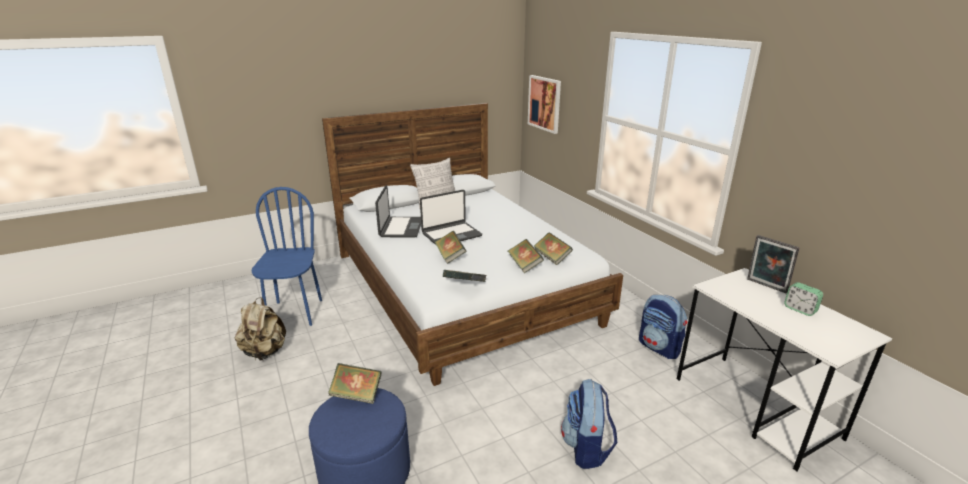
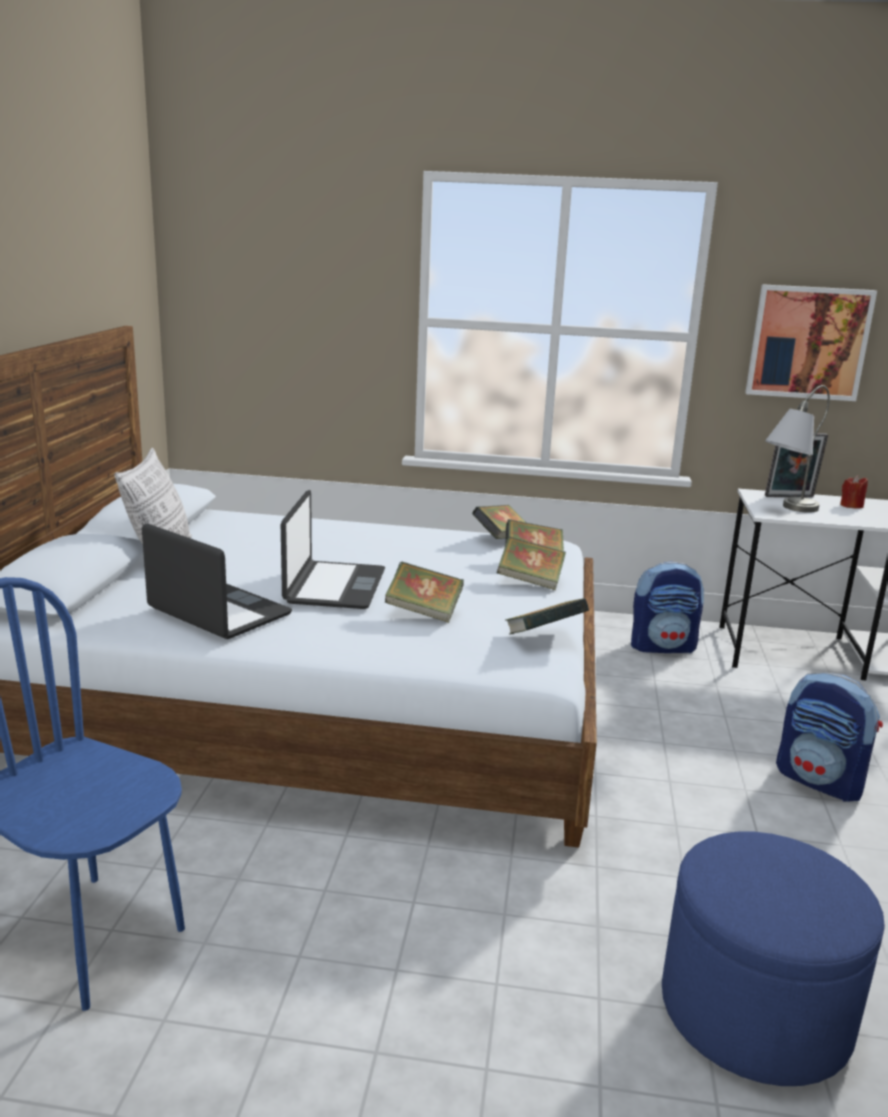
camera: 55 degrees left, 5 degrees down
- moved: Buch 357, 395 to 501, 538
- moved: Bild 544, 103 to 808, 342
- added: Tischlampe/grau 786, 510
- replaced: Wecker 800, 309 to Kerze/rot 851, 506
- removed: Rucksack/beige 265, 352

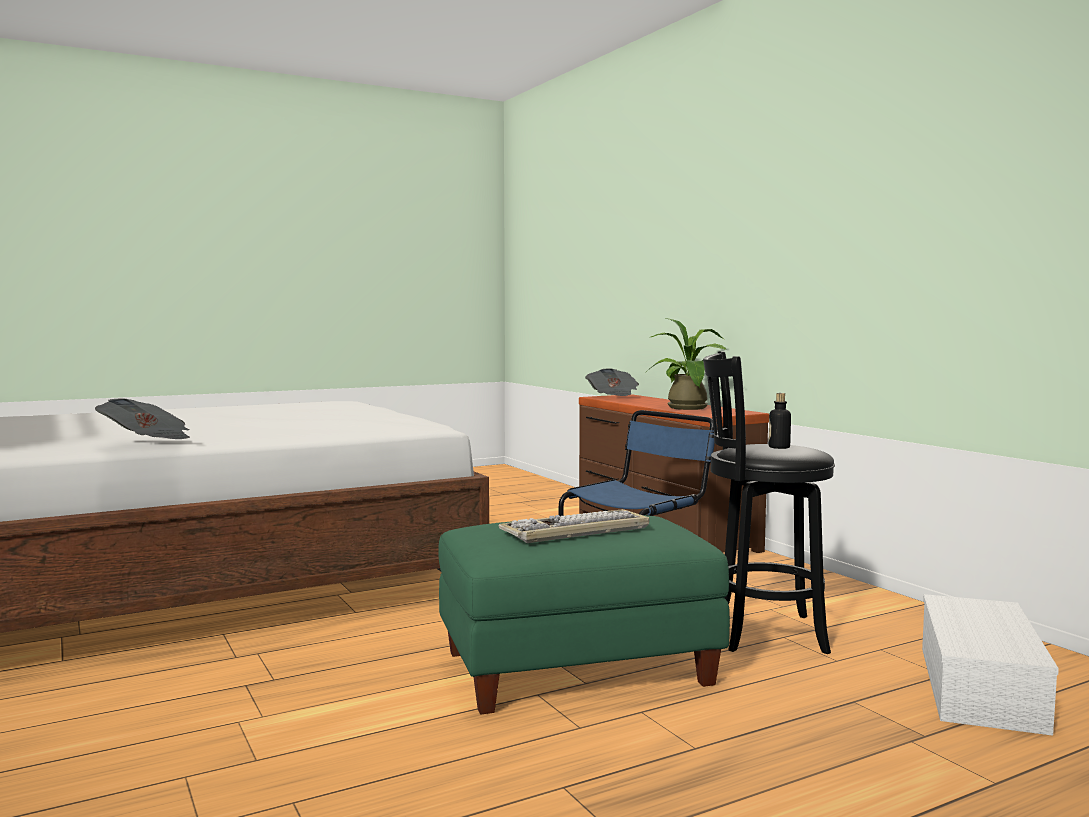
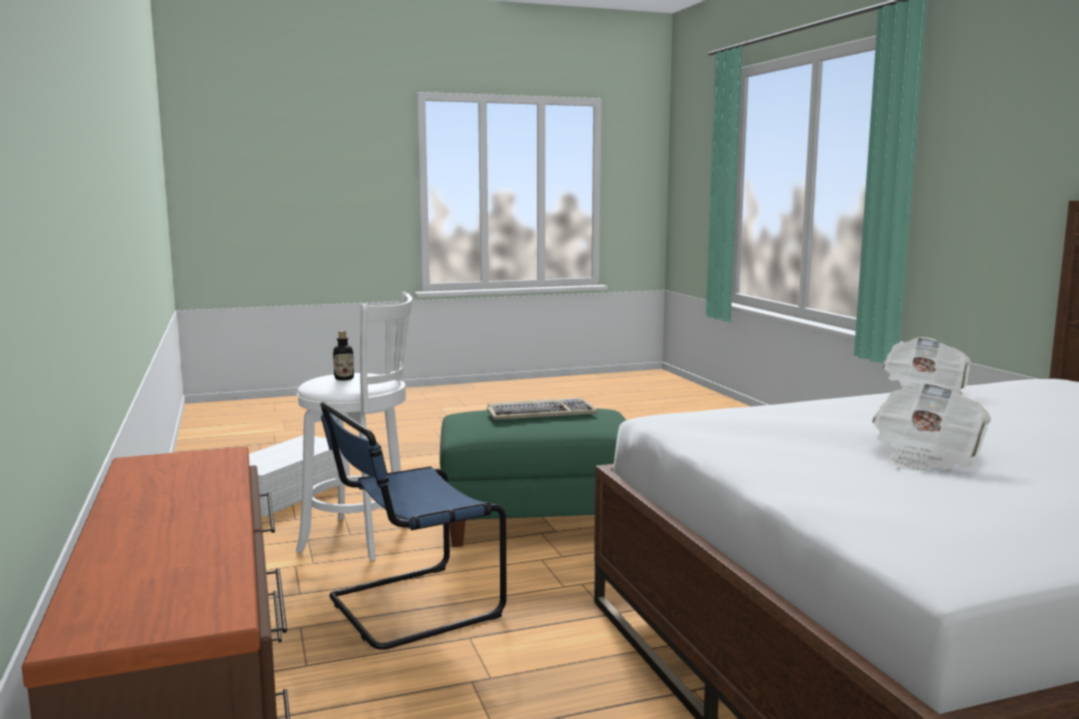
camera: 170 degrees left, 5 degrees up
- recoloured: Hocker/schwarz 761, 632 to Hocker/weiß 361, 539
- moved: Zeitung 613, 398 to 925, 456
- removed: Topfpflanze 689, 408

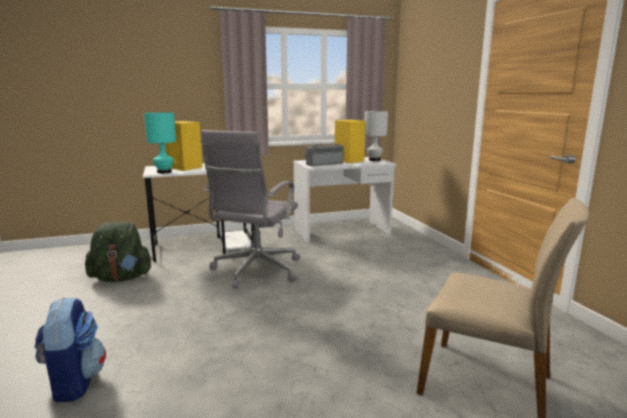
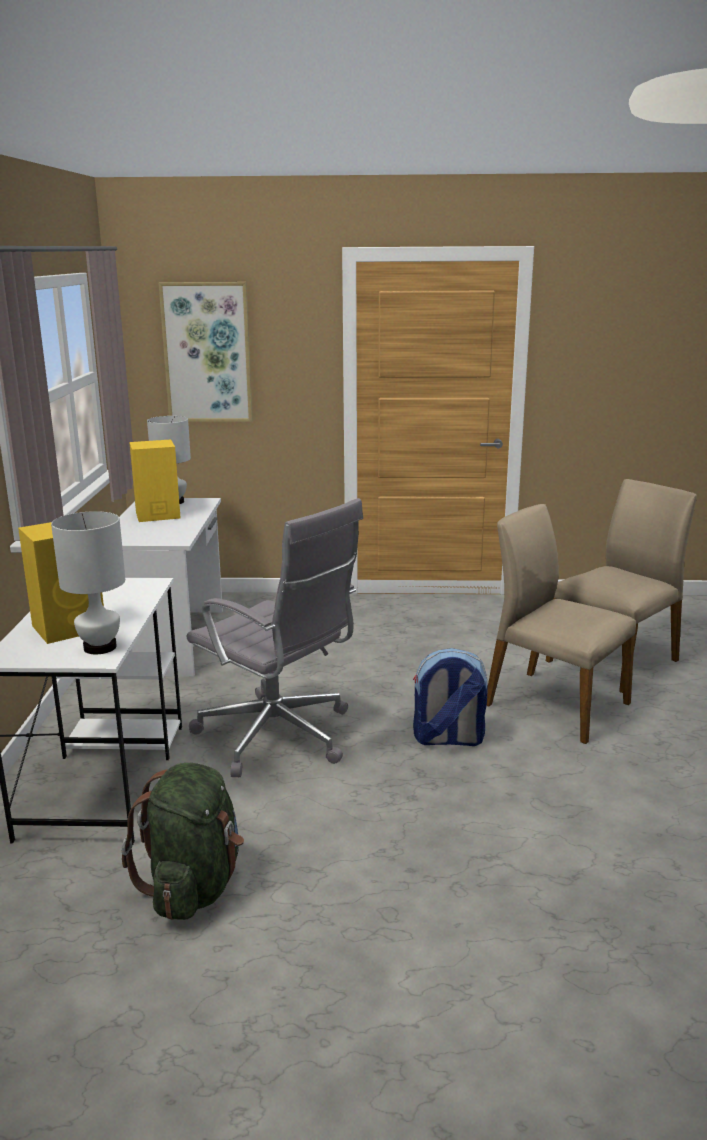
camera: 70 degrees left, 5 degrees up
- recoloured: Tischlampe/türkis 164, 172 to Tischlampe/weiß 100, 647
- added: Bild 207, 353
- moved: Rucksack 74, 382 to 448, 739
- added: Stuhl/beige 554, 704
- removed: Radio 323, 164

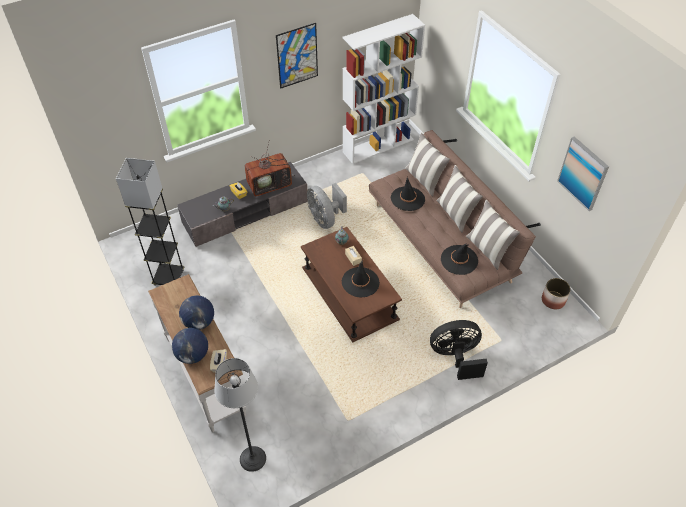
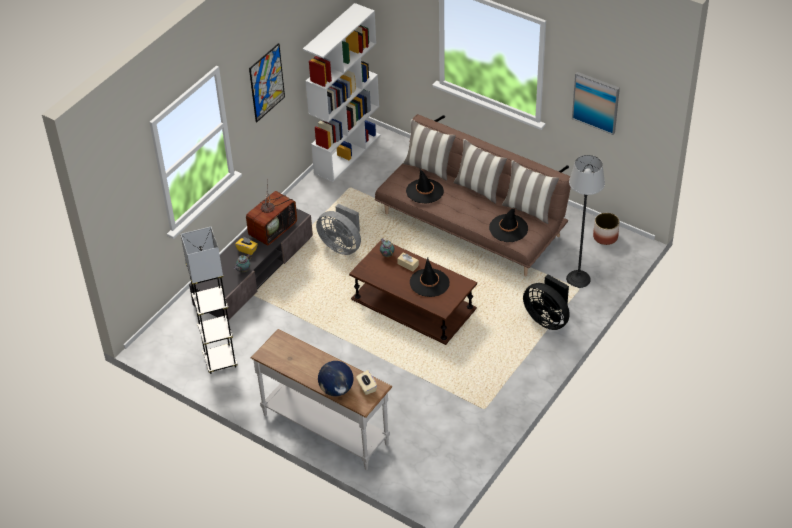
camera: 25 degrees left, 5 degrees down
- turned: Ventilator/schwarz 456, 357 = 547, 319 105 degrees counterclockwise
- moved: Stehlampe 252, 458 to 578, 279
- removed: Globus 199, 322

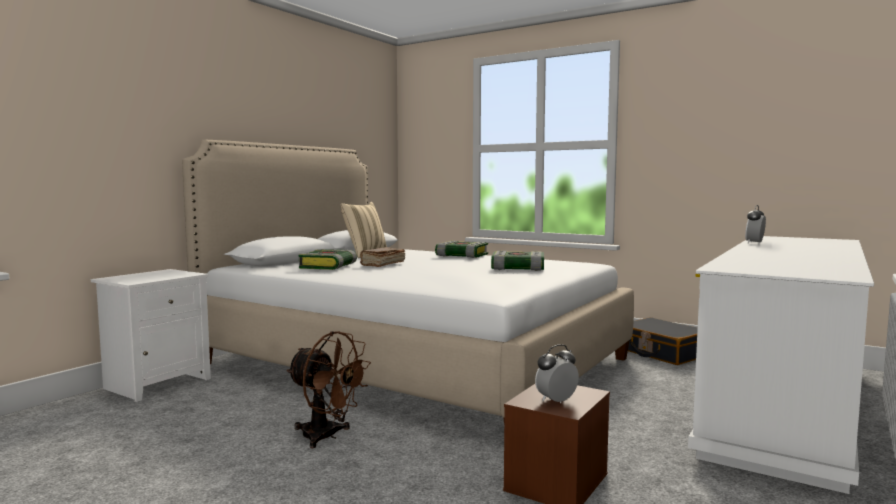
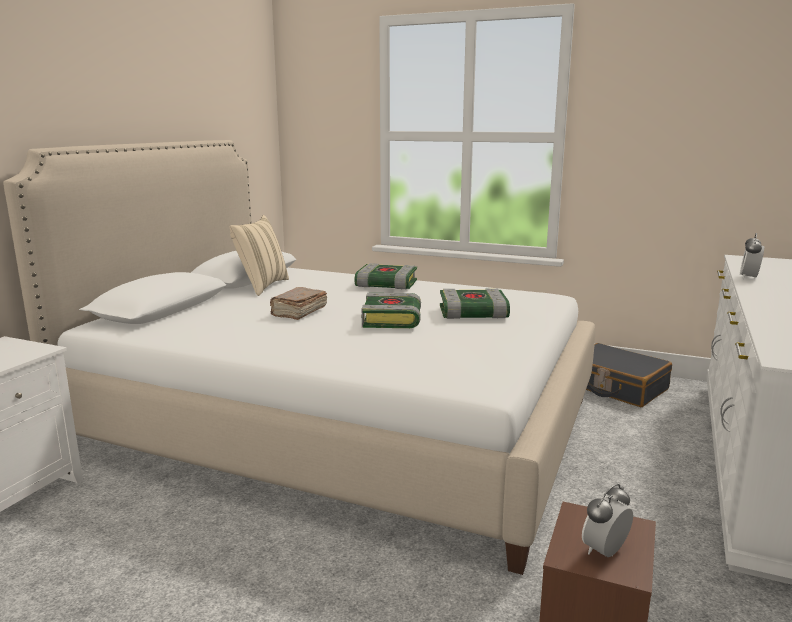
camera: 10 degrees left, 10 degrees up
- moved: Buch 328, 267 to 393, 320
- removed: Ventilator/braun 327, 436

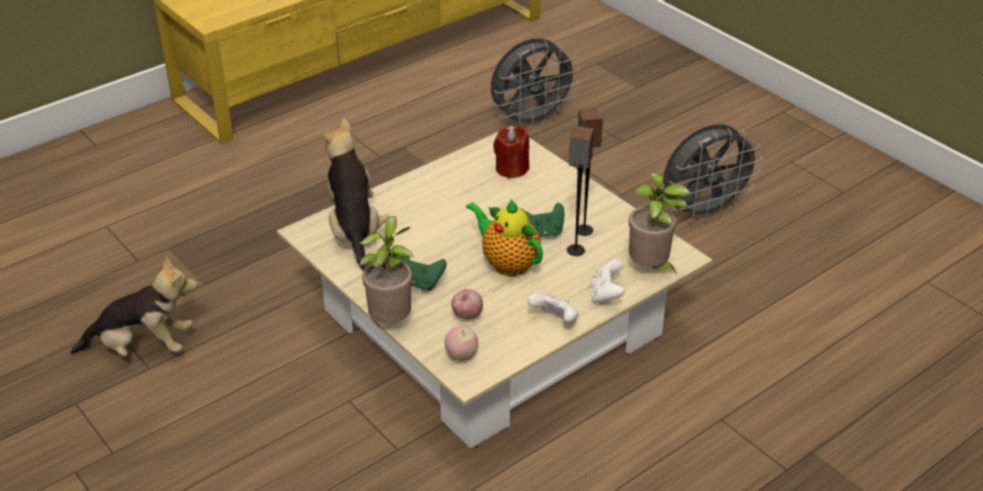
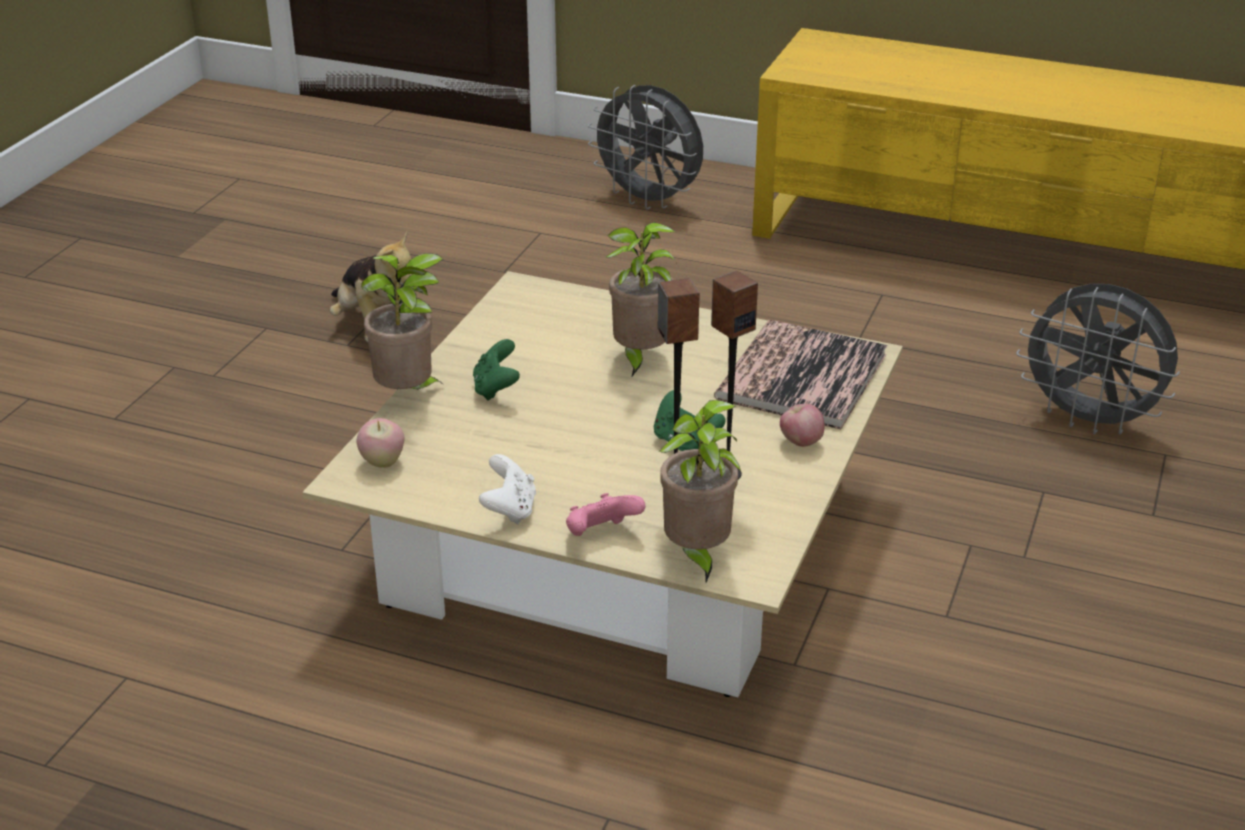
camera: 60 degrees right, 5 degrees down
- recoloured: Gamepad/weiß 606, 295 to Gamepad/rosa 601, 535
- moved: Ventilator/grau 703, 212 to 649, 201
- added: Topfpflanze 639, 358
- replaced: Kerze/rot 511, 169 to Buch 802, 376
- moved: Apfel 467, 316 to 800, 442
- removed: Plüschtier 355, 232
- removed: Teekanne 507, 263

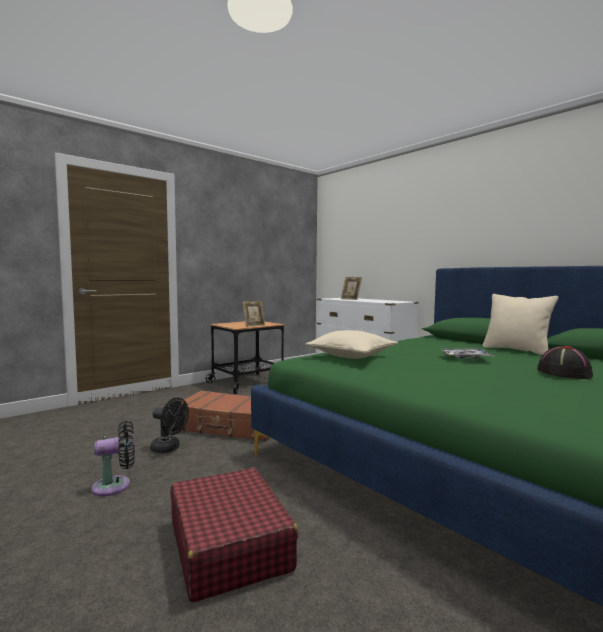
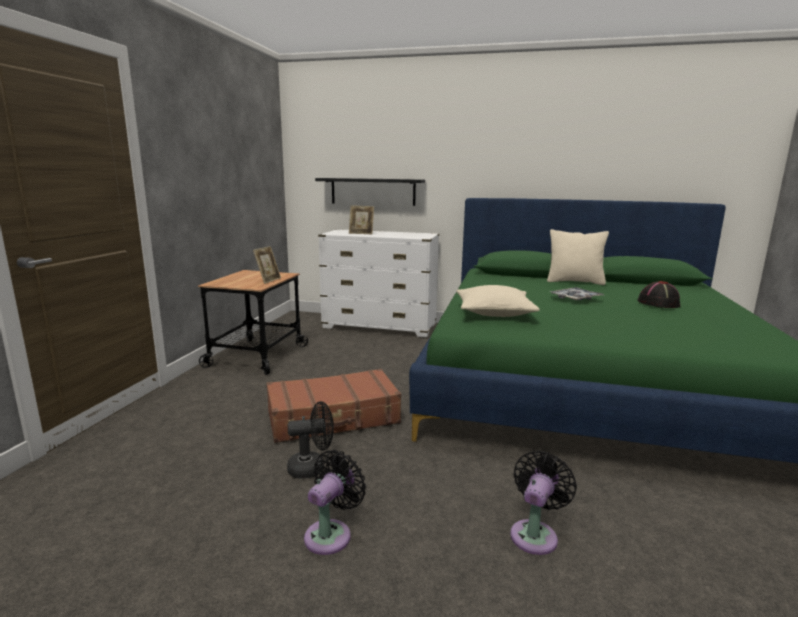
camera: 35 degrees left, 10 degrees up
- added: Wandregal/schwarz 373, 191
- replaced: Koffer/rot 229, 544 to Ventilator/schwarz 535, 534

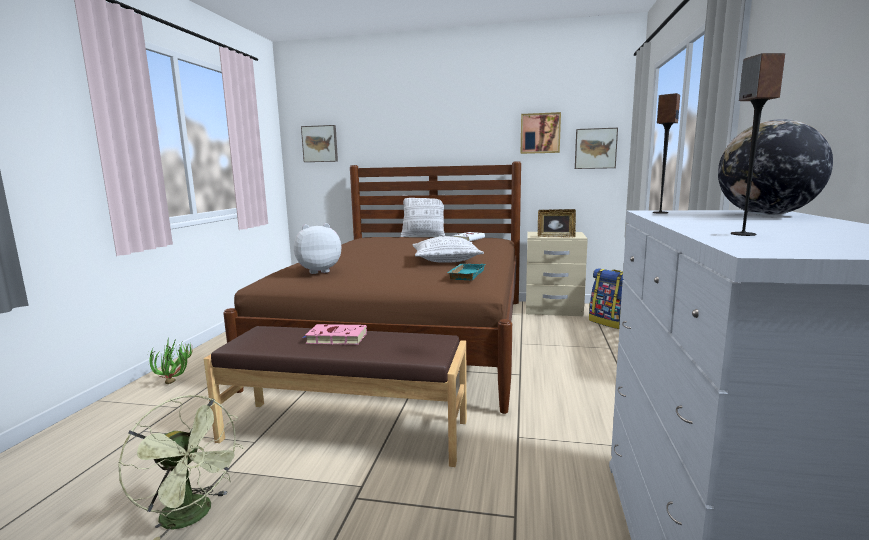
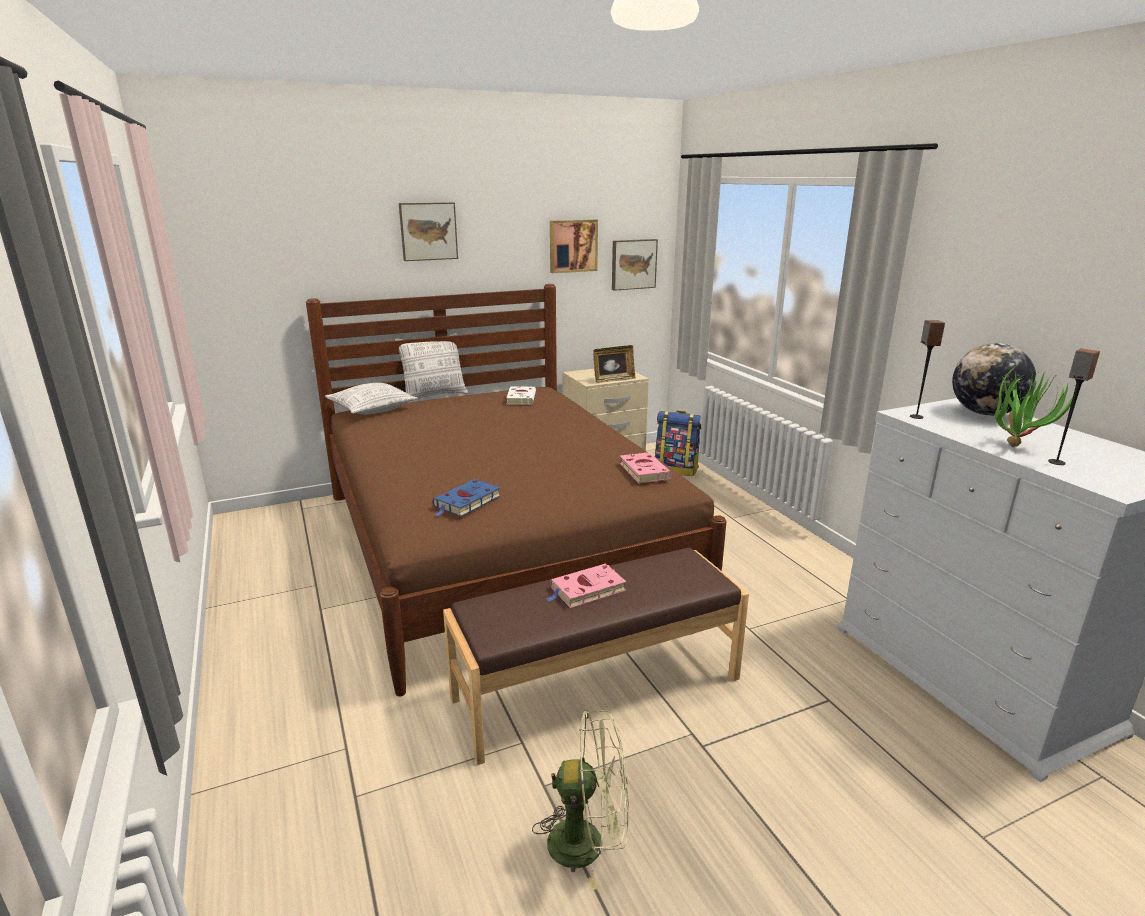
camera: 35 degrees left, 10 degrees up
- moved: Kissen 446, 260 to 372, 409
- moved: Bild 320, 144 to 428, 231
- replaced: Plüschtier 319, 271 to Buch/blau 466, 502
- replaced: Tablett/türkis 465, 275 to Buch/rosa 643, 470
- moved: Topfpflanze 175, 383 to 1016, 444

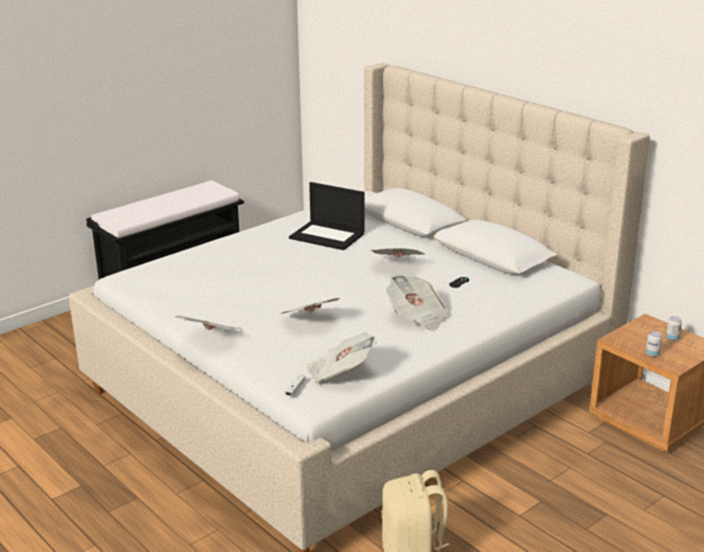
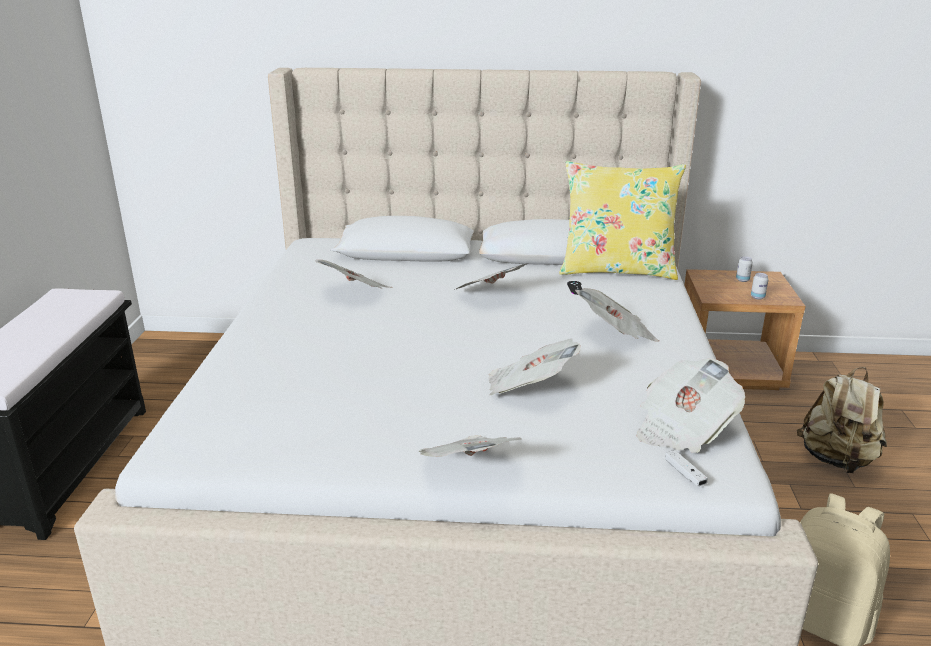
camera: 45 degrees left, 0 degrees up
- replaced: Laptop 328, 236 to Zeitung 355, 293
- added: Kissen/gelb 617, 270
- added: Rucksack/beige 837, 460

